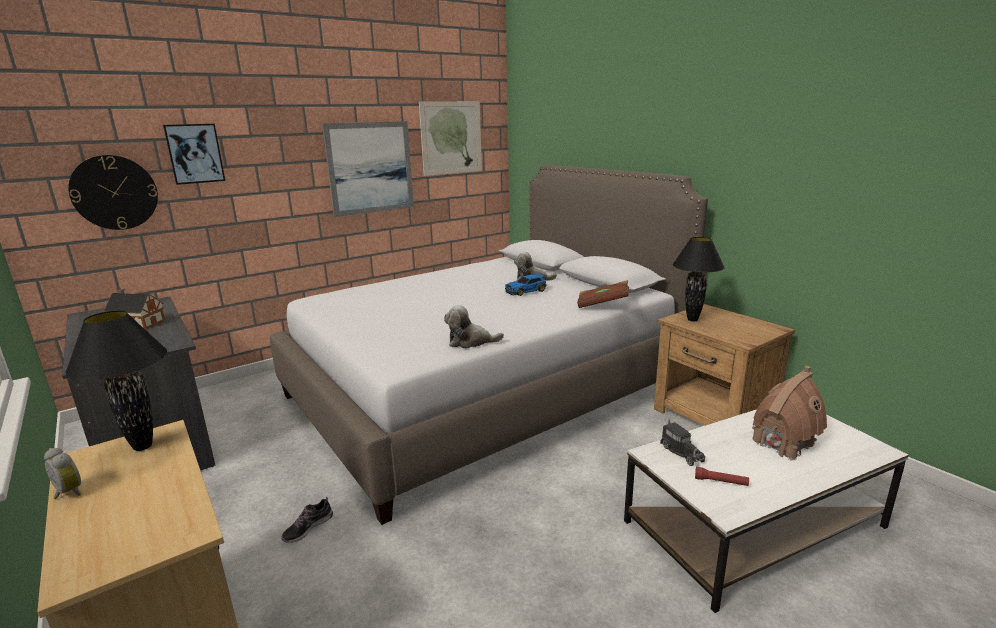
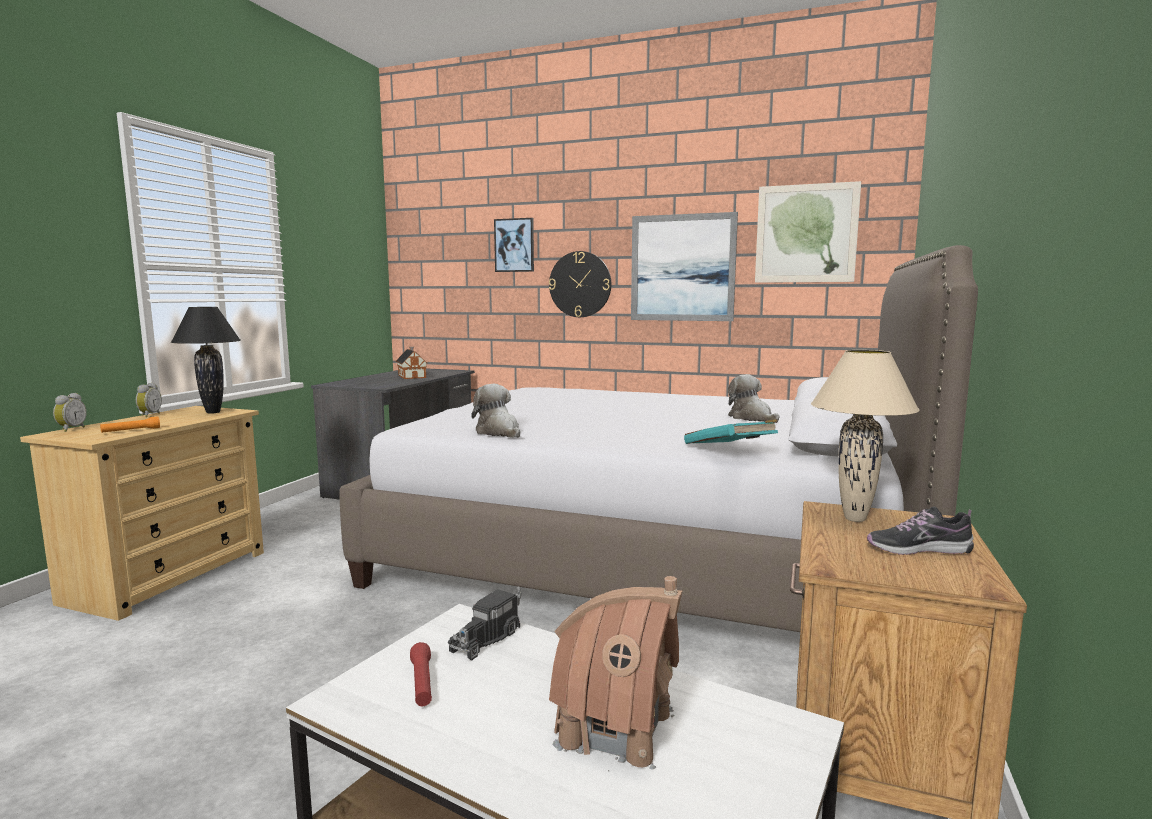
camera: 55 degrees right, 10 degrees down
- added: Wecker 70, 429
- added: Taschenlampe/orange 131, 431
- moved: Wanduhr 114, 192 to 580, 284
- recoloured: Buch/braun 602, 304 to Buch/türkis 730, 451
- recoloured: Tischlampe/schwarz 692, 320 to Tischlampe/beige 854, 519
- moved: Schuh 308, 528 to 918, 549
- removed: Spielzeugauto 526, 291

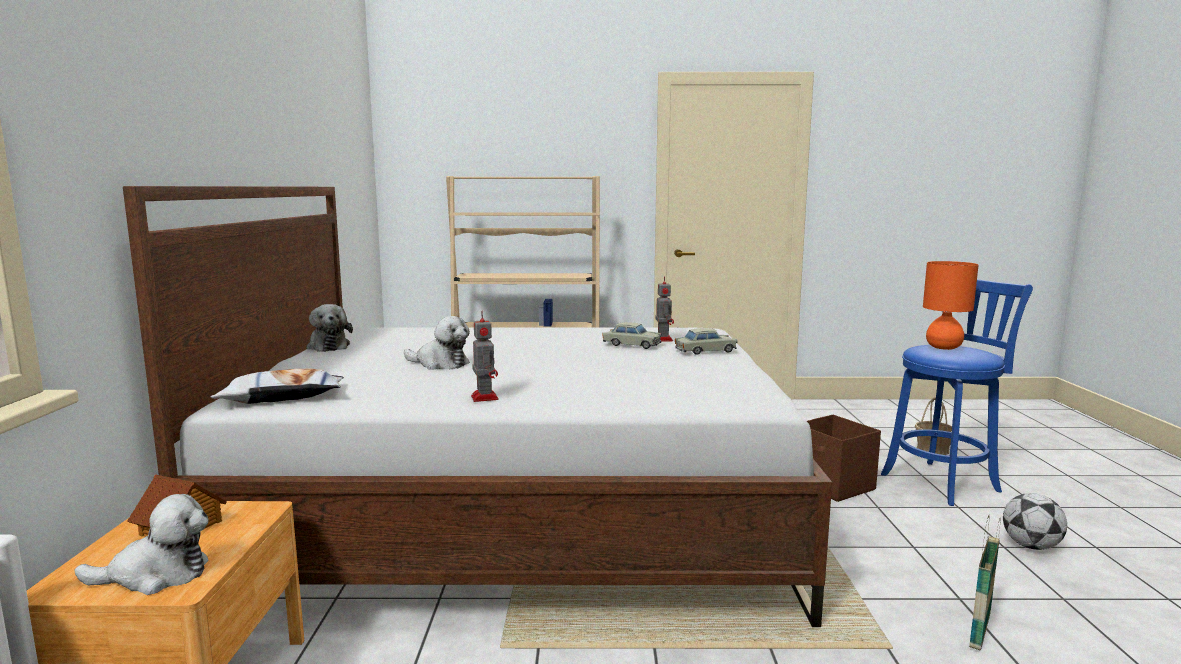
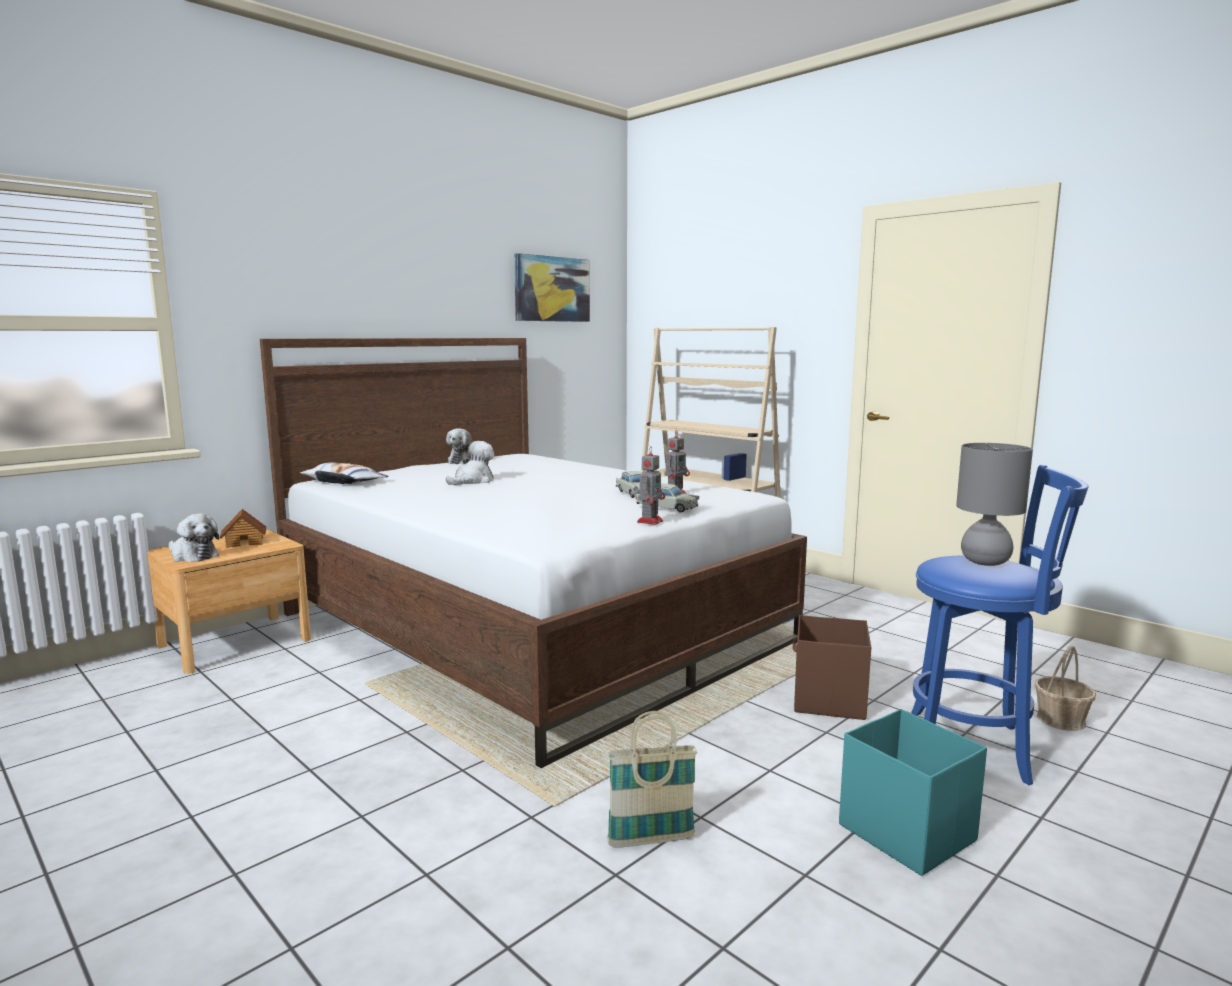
camera: 45 degrees right, 0 degrees up
- turned: Plüschtier 440, 364 = 473, 481 120 degrees counterclockwise
- added: Bild 552, 289
- moved: Spielzeugroboter 484, 397 to 650, 521
- replaced: Fußball 1030, 546 to Aufbewahrungsbox/türkis 905, 832
- recoloured: Tischlampe/orange 944, 347 to Tischlampe/grau 986, 562

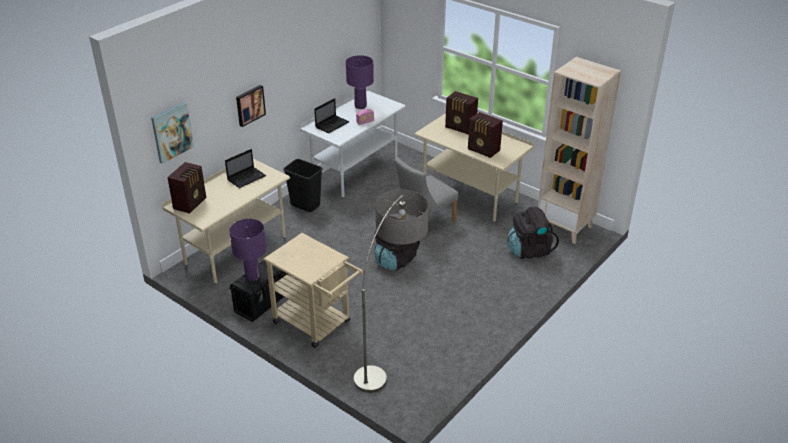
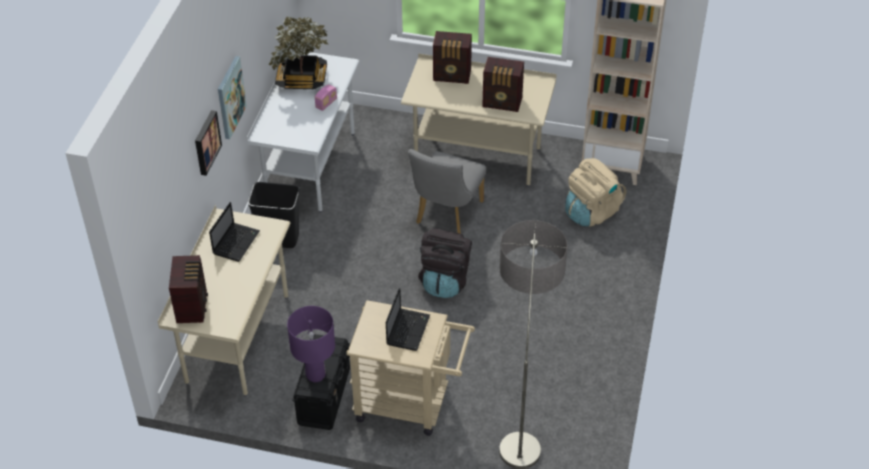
camera: 25 degrees left, 10 degrees up
- moved: Bild 172, 132 to 230, 97
- replaced: Tischlampe/lila 360, 106 to Topfpflanze 302, 79
- moved: Laptop 332, 124 to 408, 329
- recoloured: Rucksack/schwarz 529, 250 to Rucksack/beige 591, 212

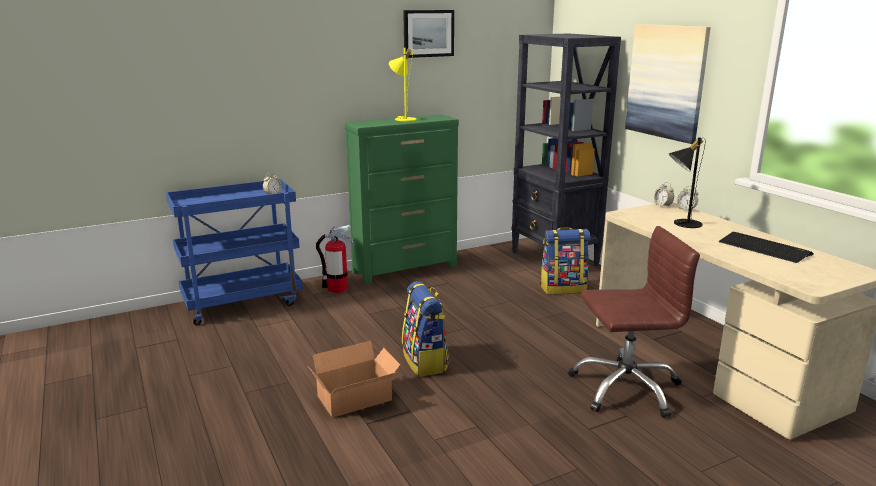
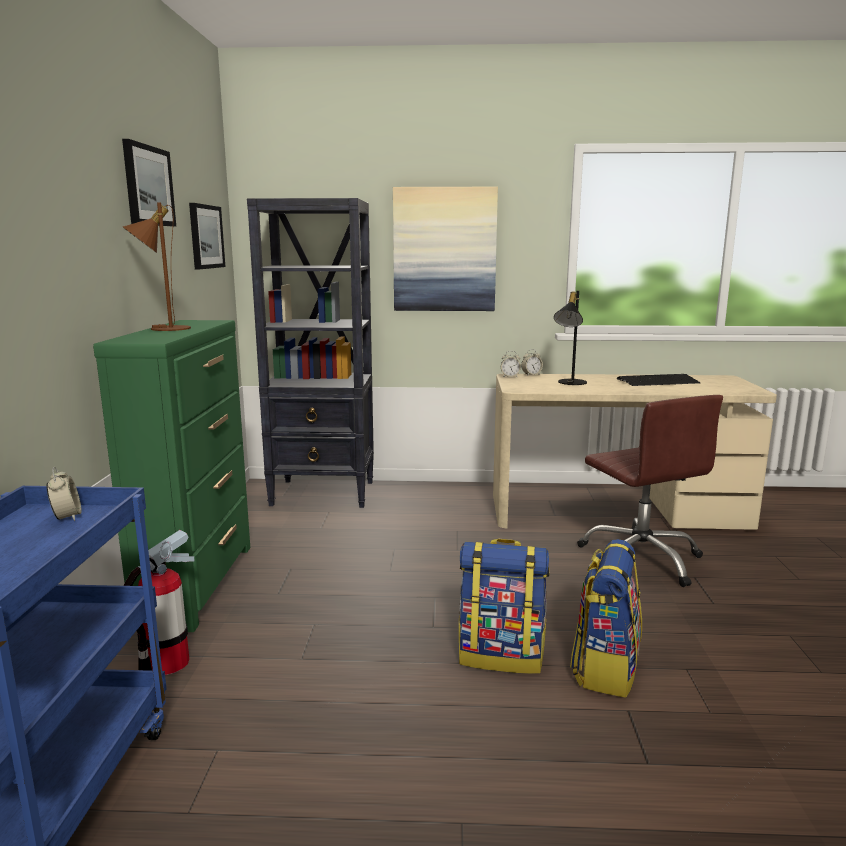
camera: 60 degrees left, 5 degrees down
- recoloured: Tischlampe/gelb 403, 118 to Tischlampe/braun 163, 328
- added: Bild 205, 236
- moved: Rucksack 563, 288 to 605, 668
- turned: Bürostuhl/braun 625, 387 = 641, 559 135 degrees clockwise
- removed: Karton 357, 399

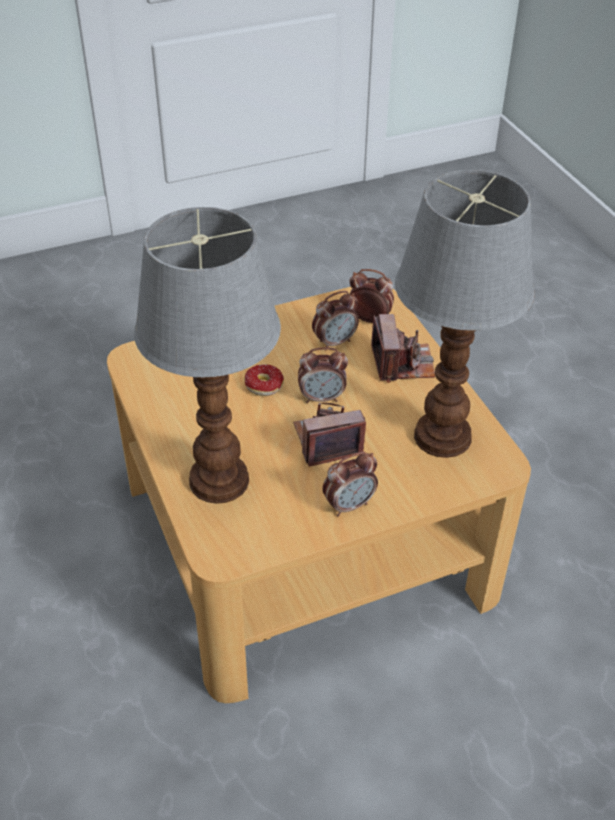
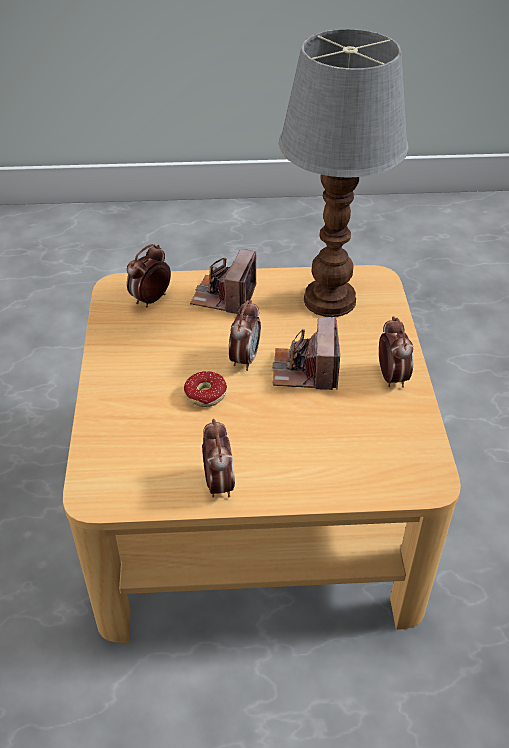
camera: 70 degrees left, 0 degrees up
- turned: Kamera 402, 363 = 225, 296 90 degrees counterclockwise
- moved: Wecker 335, 342 to 218, 484
- removed: Tischlampe 220, 479

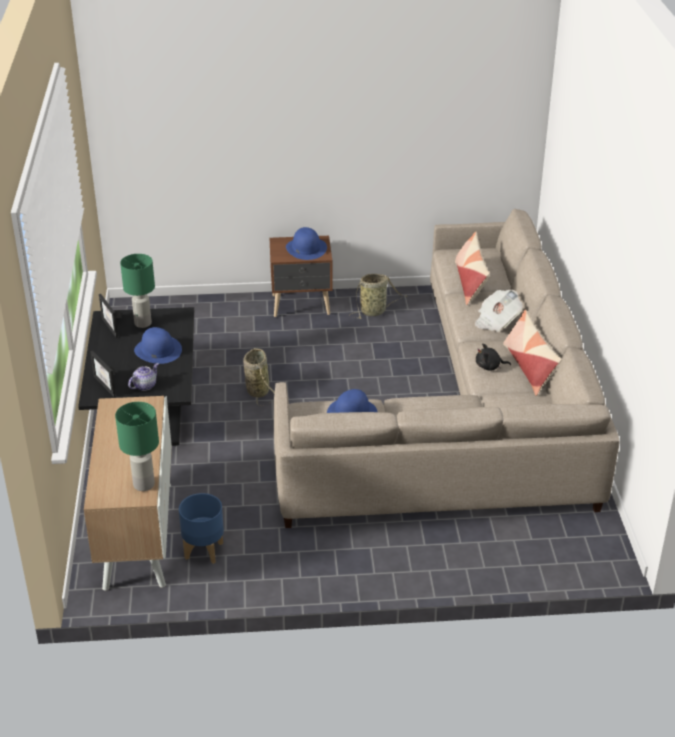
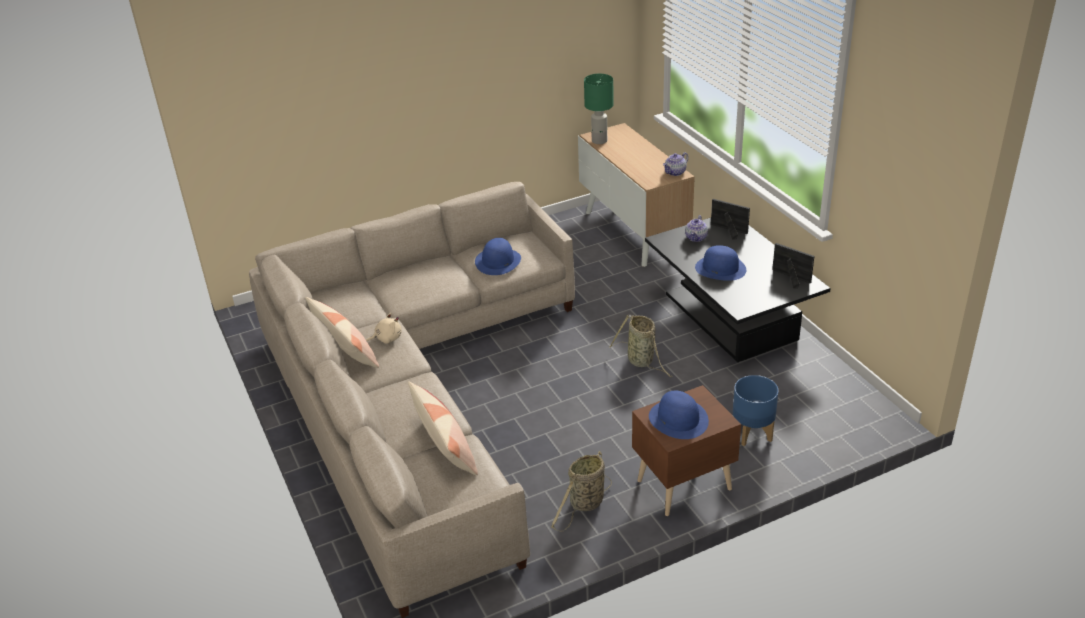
camera: 160 degrees right, 0 degrees up
- recoloured: Plüschtier/schwarz 489, 367 to Plüschtier/beige 386, 338
- added: Teekanne 675, 172
- moved: Pflanzkübel/blau 204, 550 to 751, 433
- removed: Tischlampe/grün 143, 323
- removed: Zeitung 496, 321

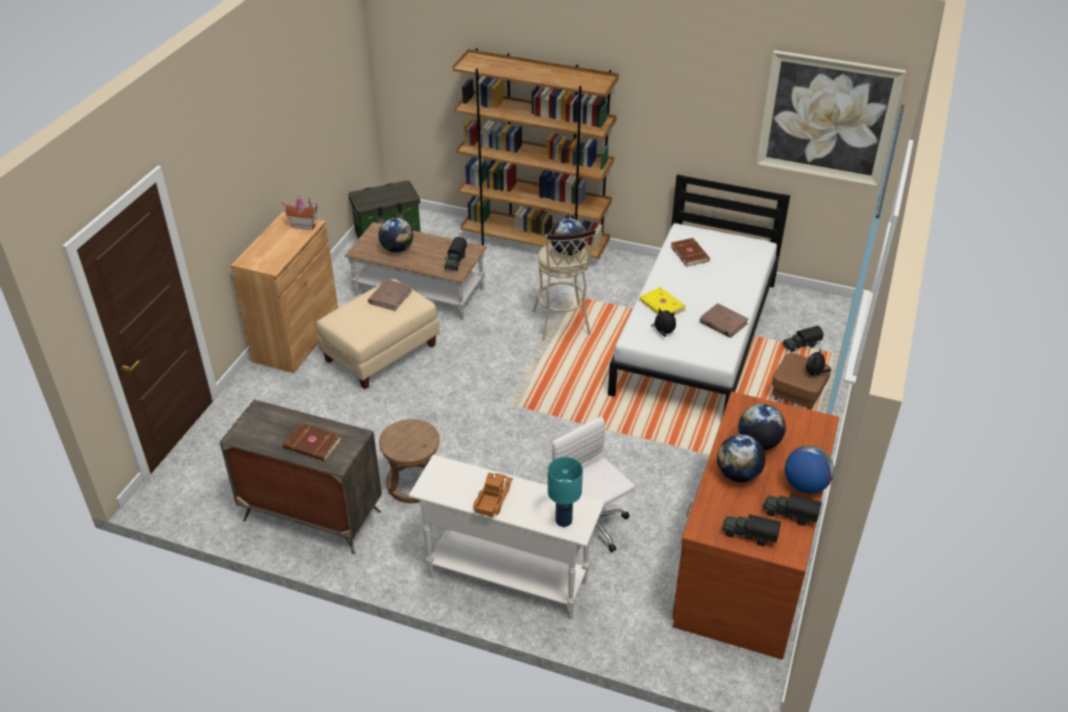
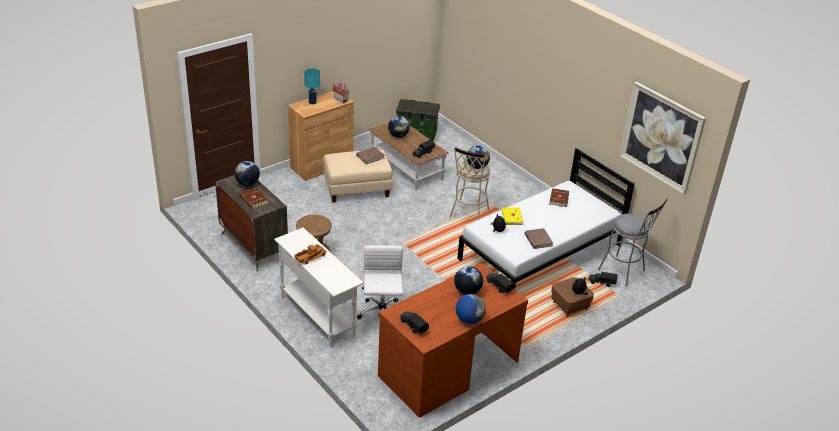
camera: 30 degrees right, 5 degrees down
- moved: Globus 738, 474 to 247, 183
- moved: Tischlampe/türkis 563, 520 to 312, 102
- moved: Spielzeuglaster 789, 515 to 499, 286
- added: Hocker/grau 624, 272
- removed: Bücherregal/braun 535, 246

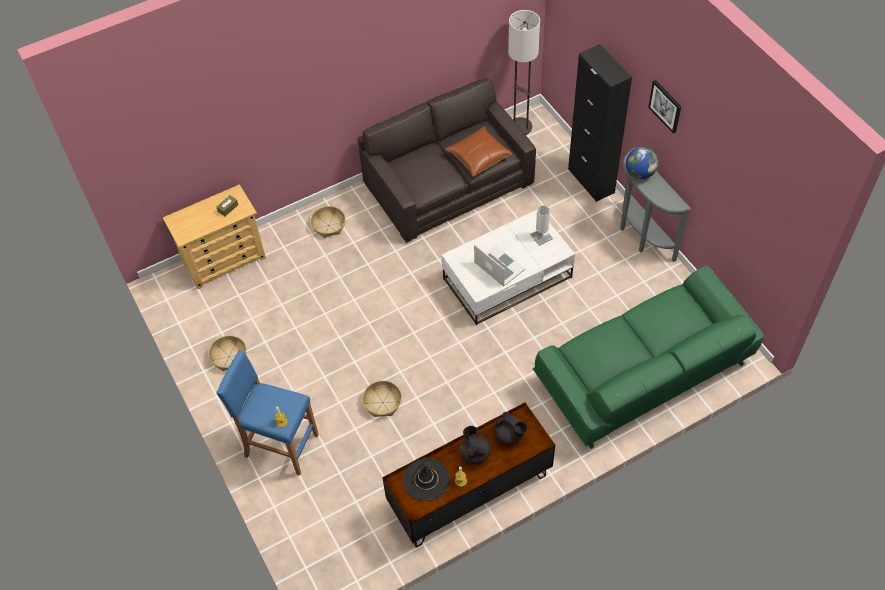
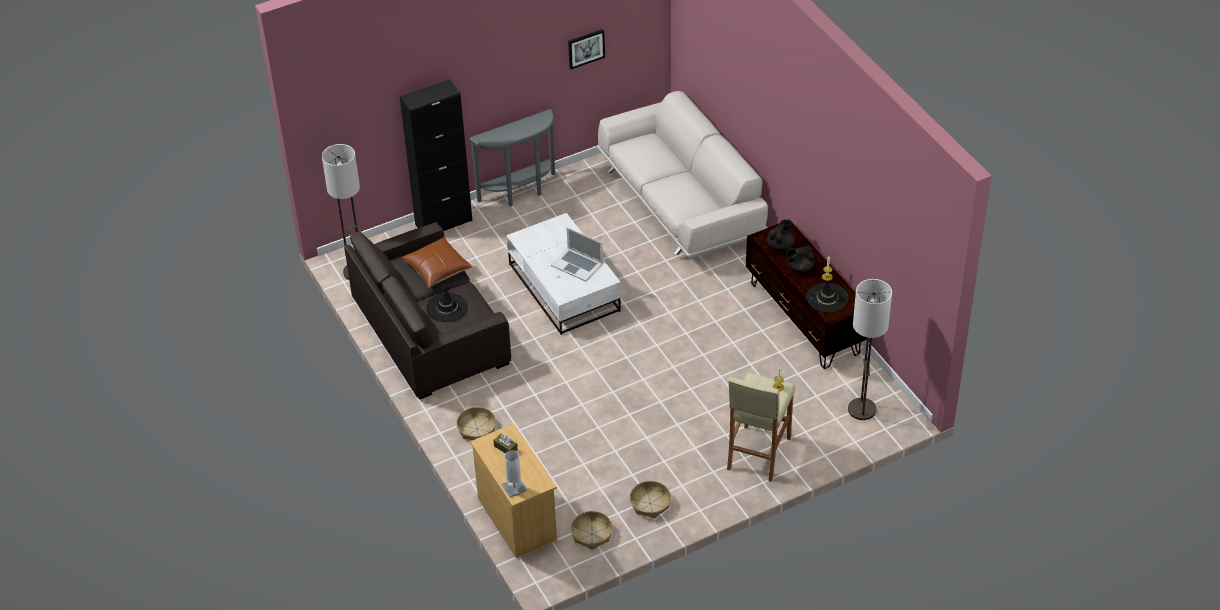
camera: 90 degrees left, 10 degrees down
- added: Hut/schwarz 447, 307
- moved: Tischlampe/weiß 541, 236 to 514, 487
- turned: Laptop 499, 266 = 577, 264 105 degrees counterclockwise
- moved: Bild 665, 106 to 586, 48
- moved: Korb 382, 402 to 592, 534
- recoloured: Sofa/grün 643, 374 to Sofa/weiß 681, 203
- recoloured: Hocker/blau 280, 445 to Hocker/beige 758, 454
- added: Stehlampe 862, 410
- removed: Globus 639, 173

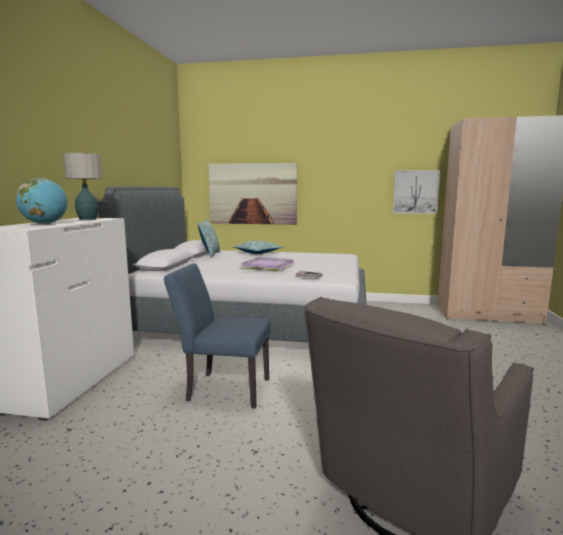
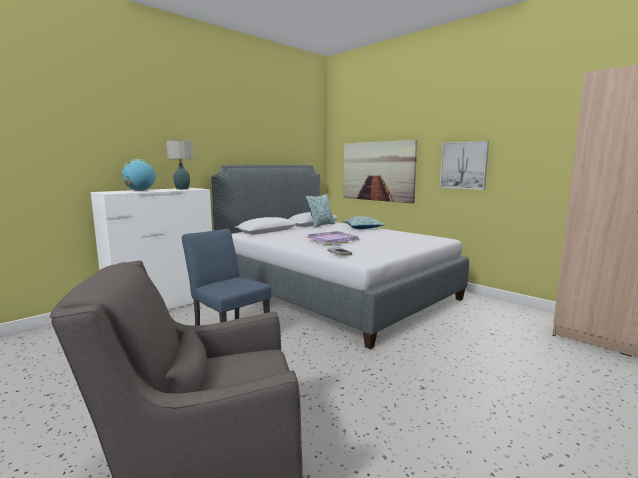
camera: 35 degrees right, 0 degrees up
- moved: Bild 415, 192 to 463, 165

